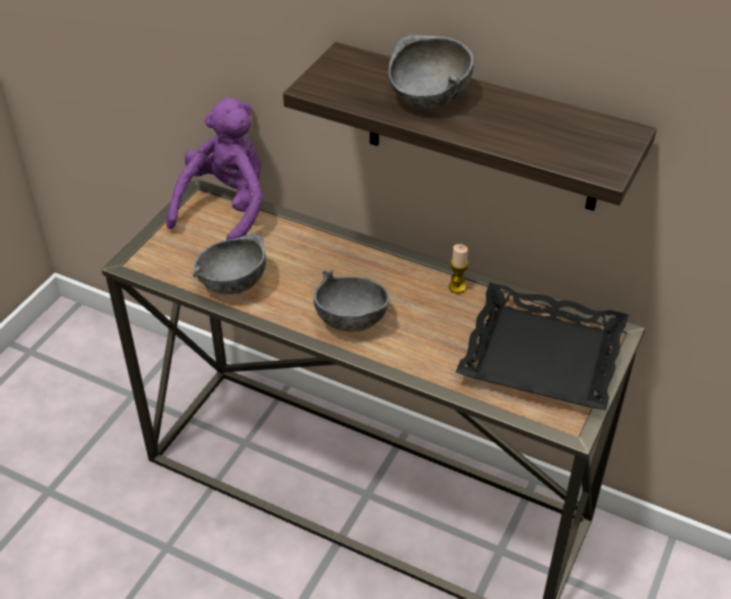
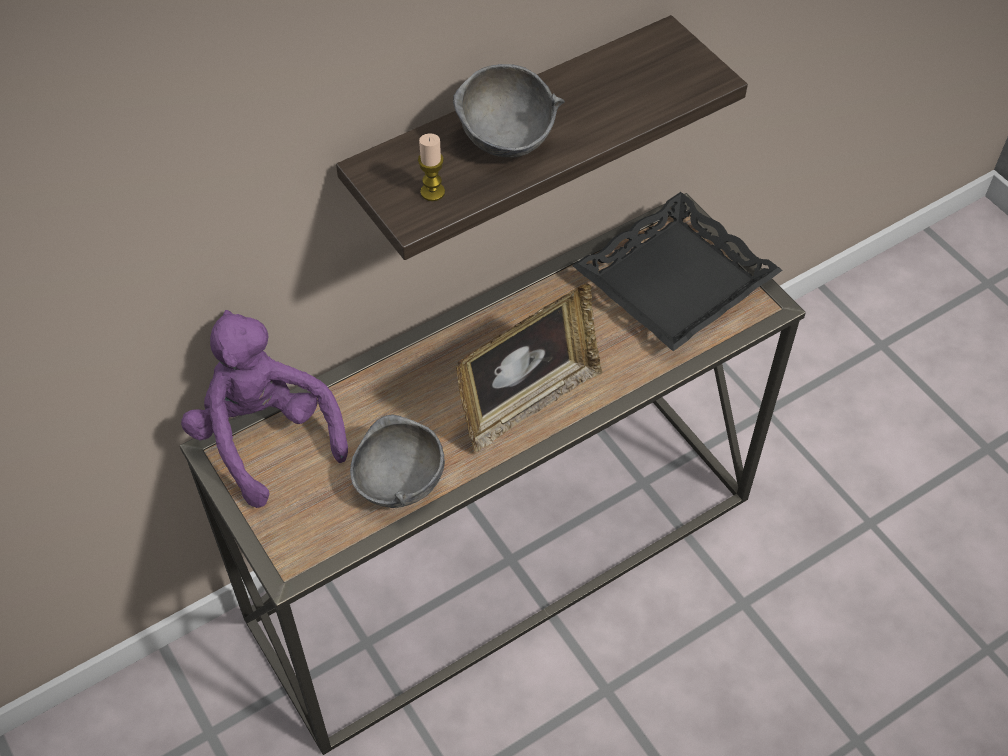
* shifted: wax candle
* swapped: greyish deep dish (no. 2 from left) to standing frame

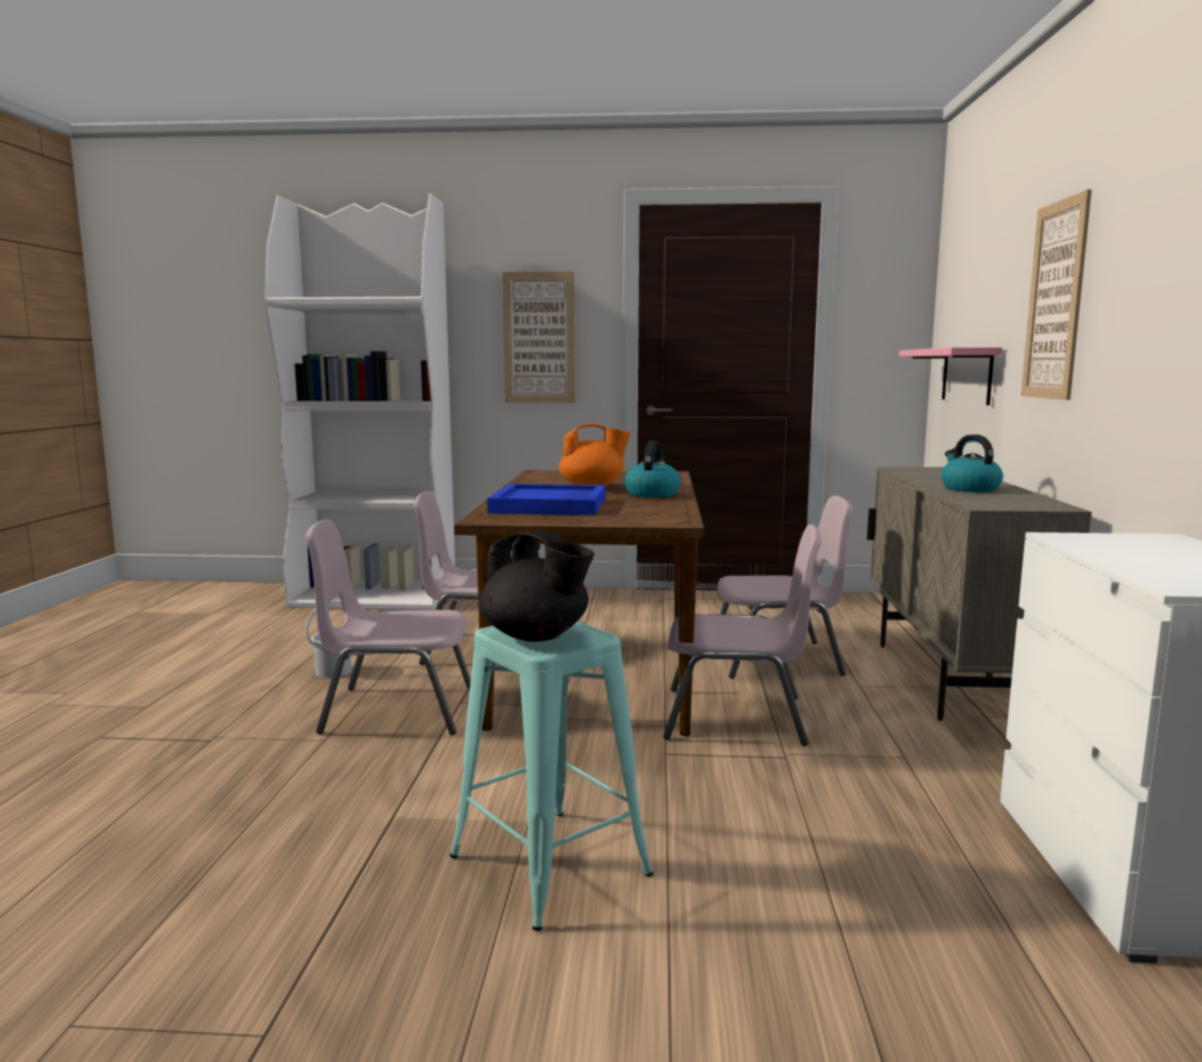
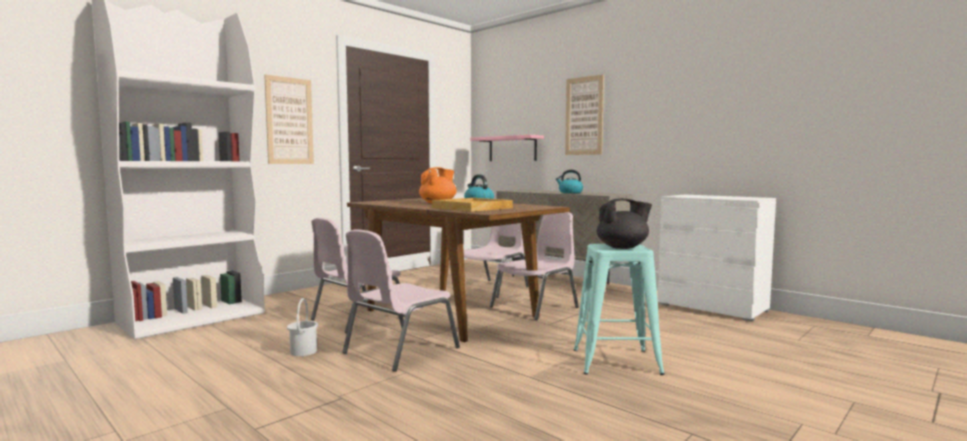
* repainted: blue-coloured serving tray to beige-coloured serving tray

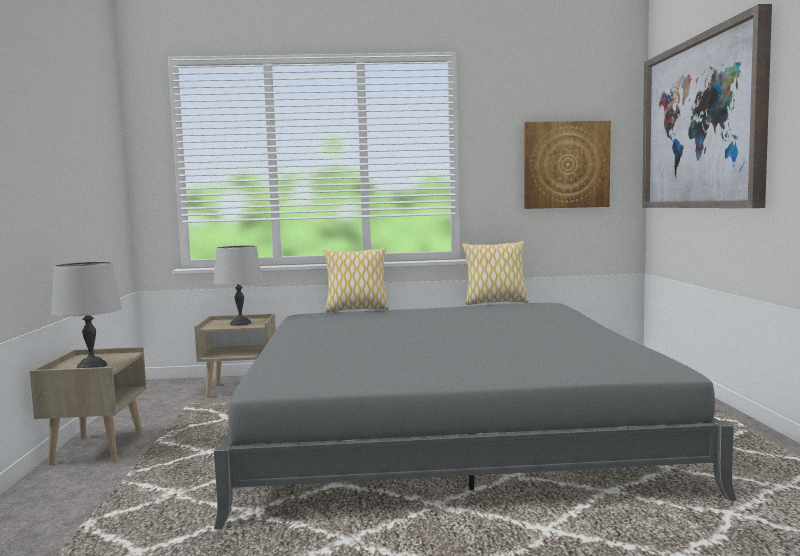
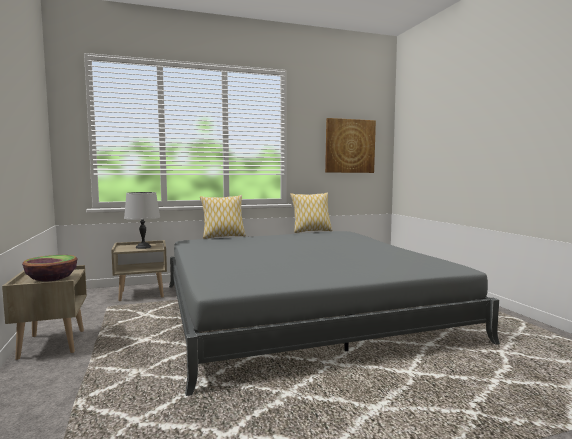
* gone: picture (no. 2 from left)
* swapped: greyish lamp for a table (no. 1 from left) to deep dish

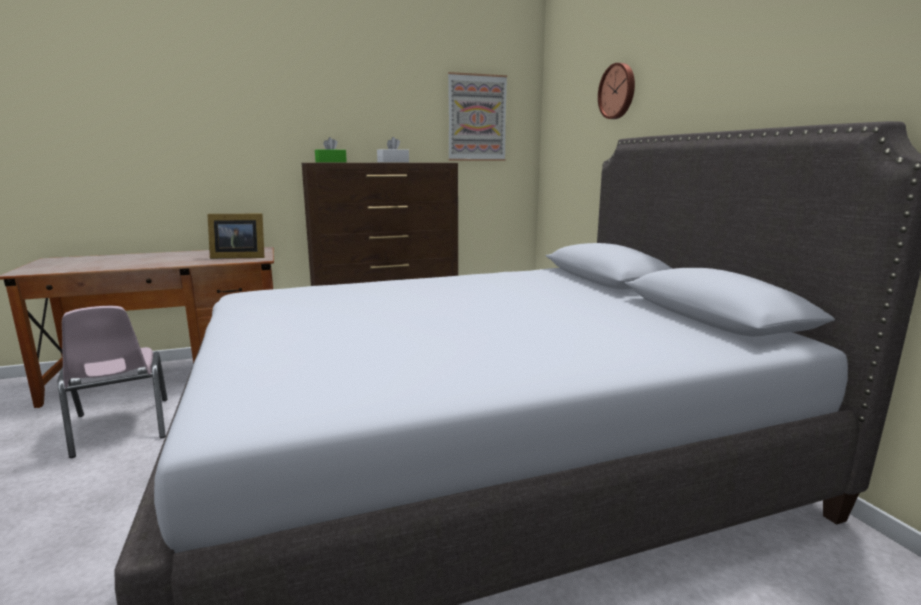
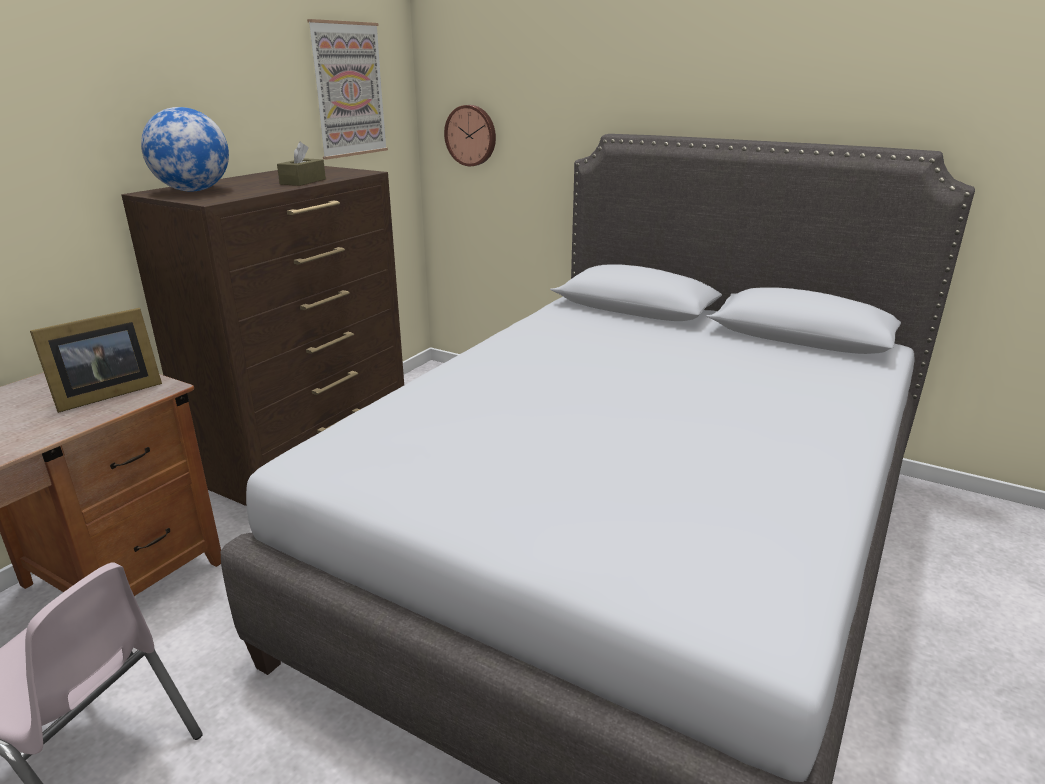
* shifted: hanging clock
* swapped: greenish tissue holder to globe
* repainted: white tissue holder to brown tissue holder

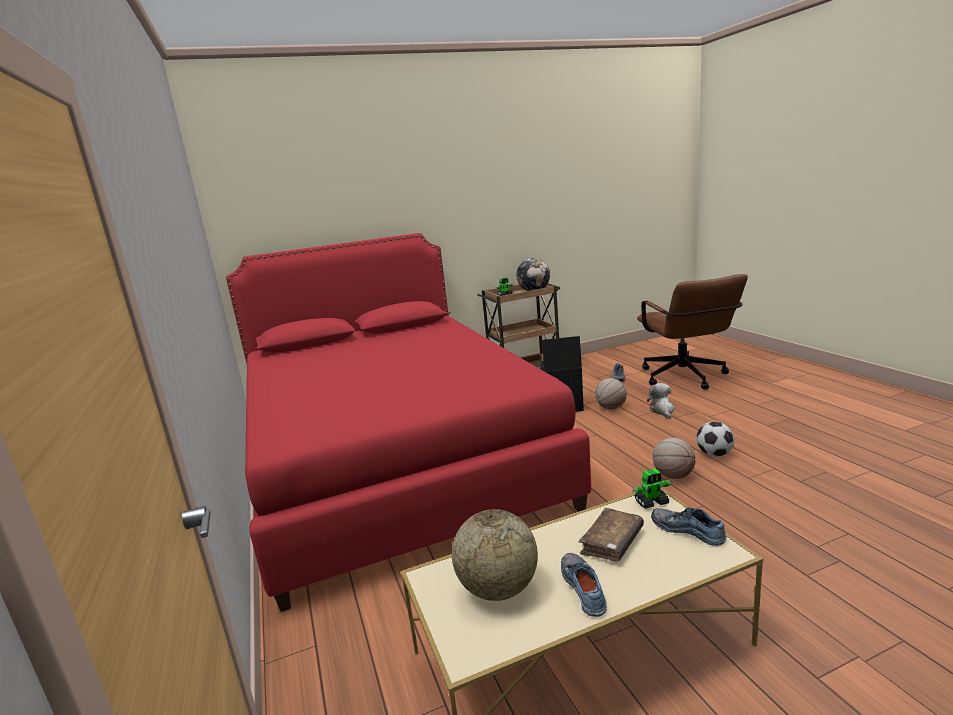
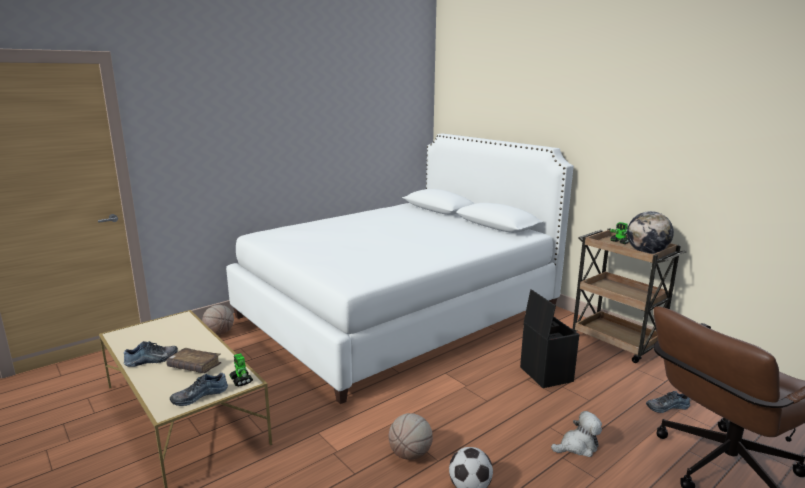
* repainted: red-coloured bedroom bed to white bedroom bed
* shifted: basketball (no. 1 from left)
* rotated: item of footwear (no. 3 from left in the first image) 150 degrees counterclockwise
* gone: globe (no. 1 from left)

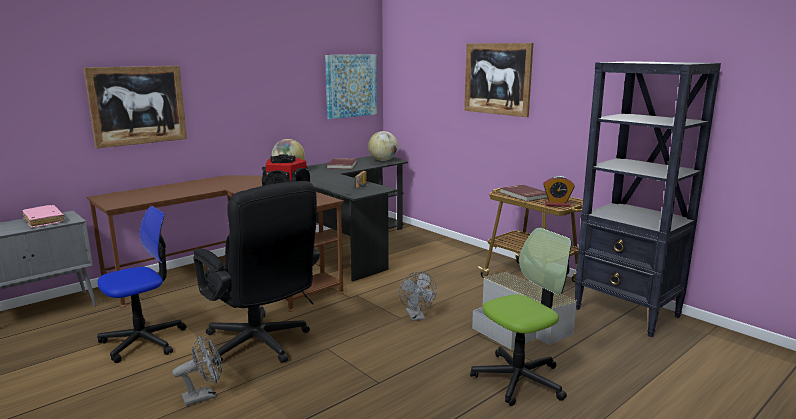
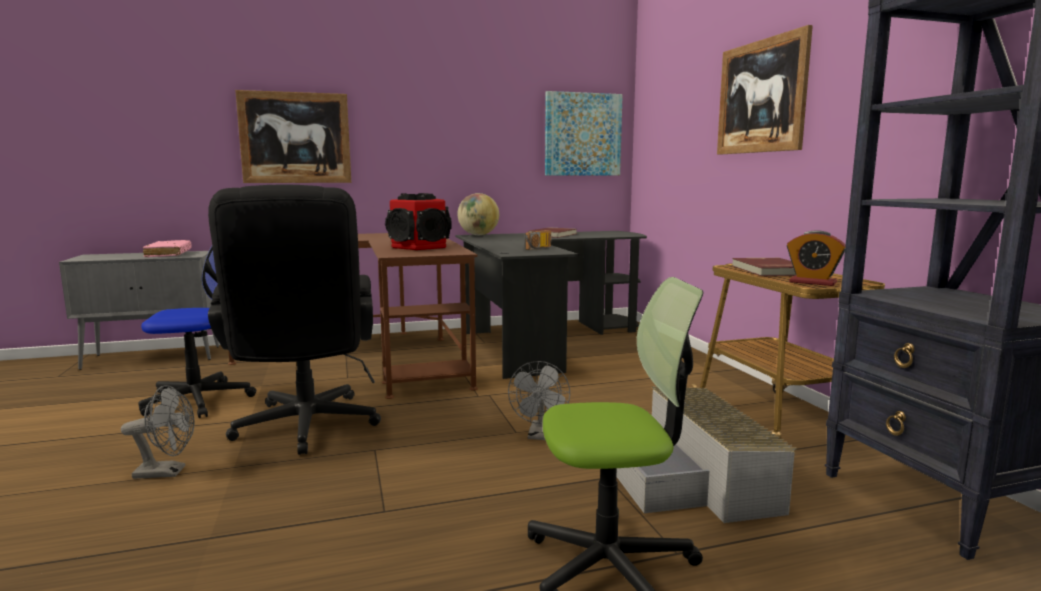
* gone: globe (no. 2 from left)

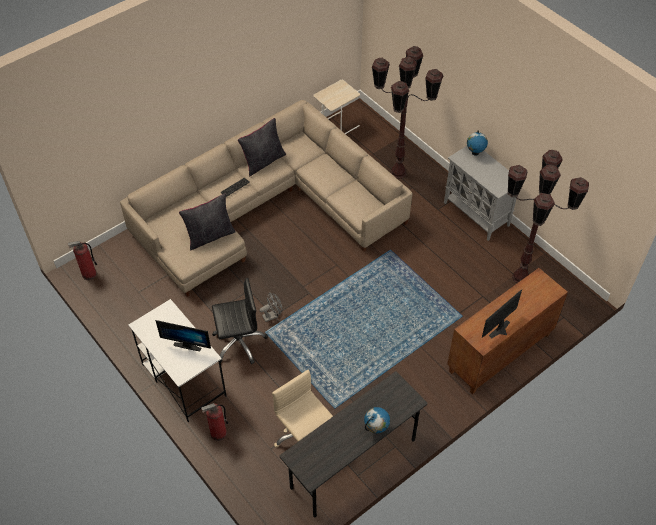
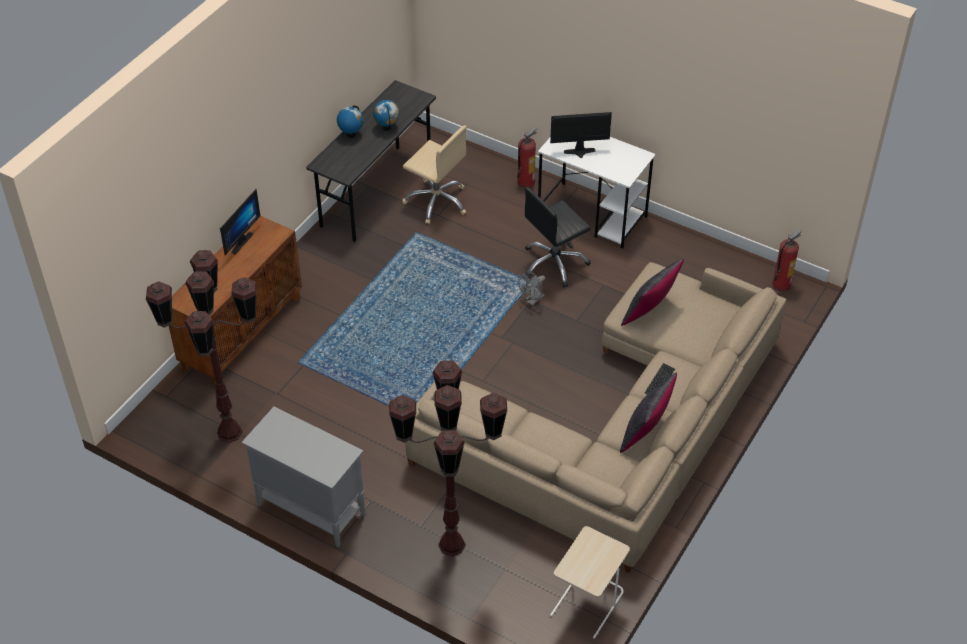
* shifted: globe (no. 2 from left)

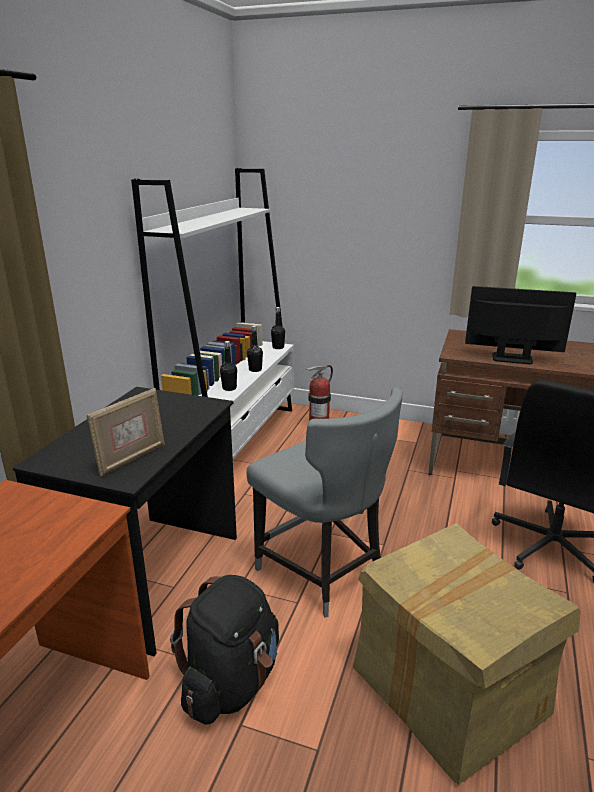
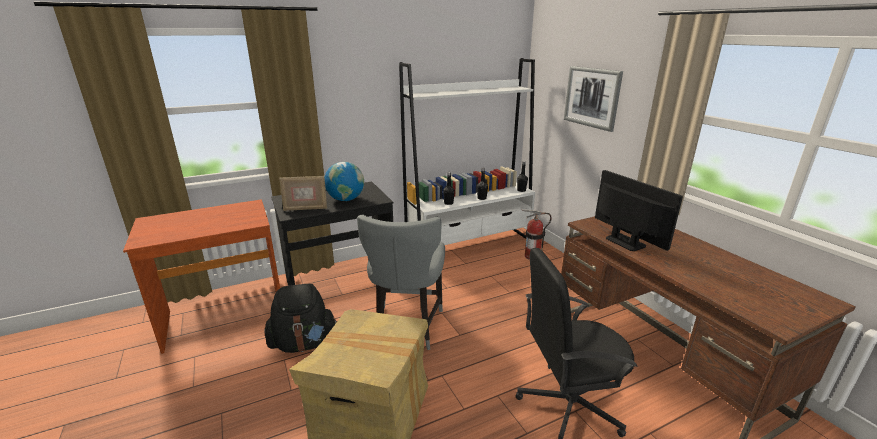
* new: picture
* new: globe

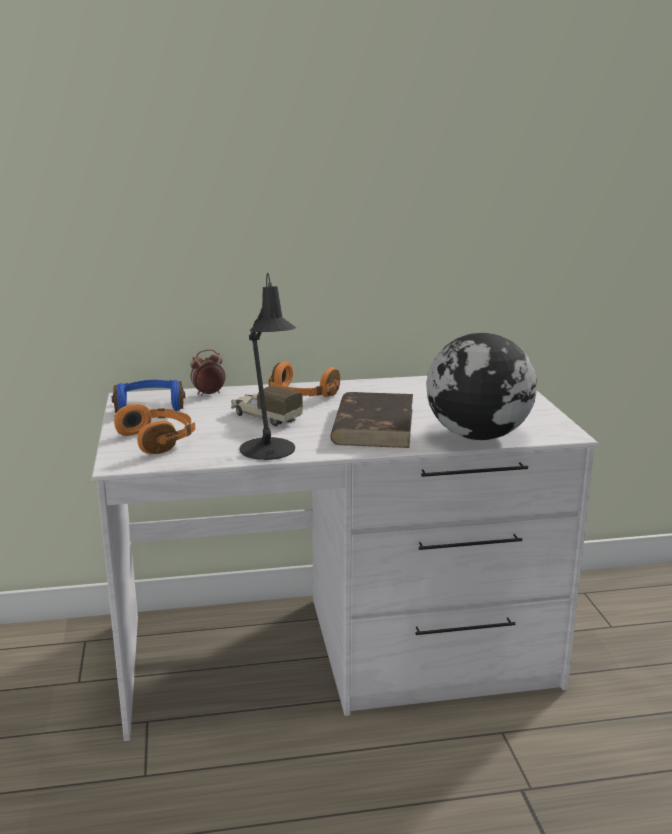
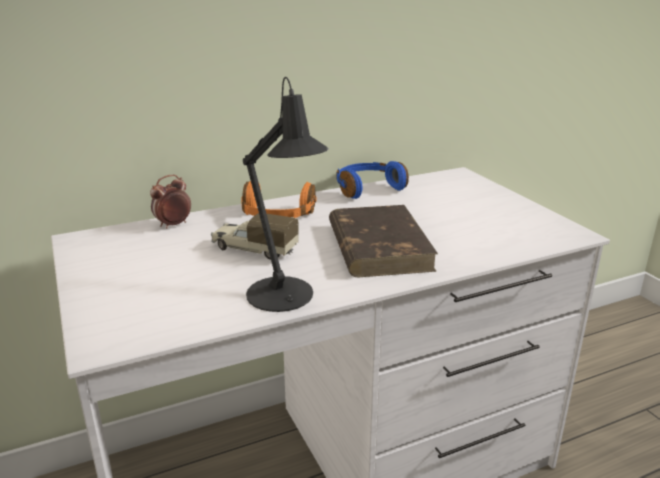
* gone: globe
* shifted: blue-coloured headset
* gone: orange-coloured headset (no. 1 from left)

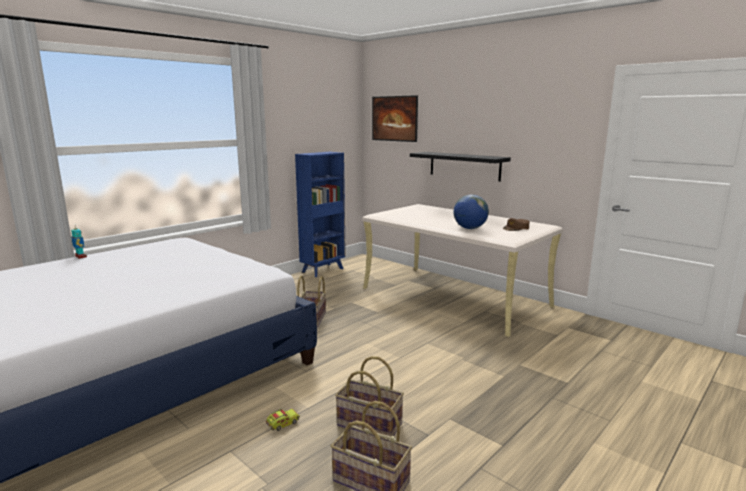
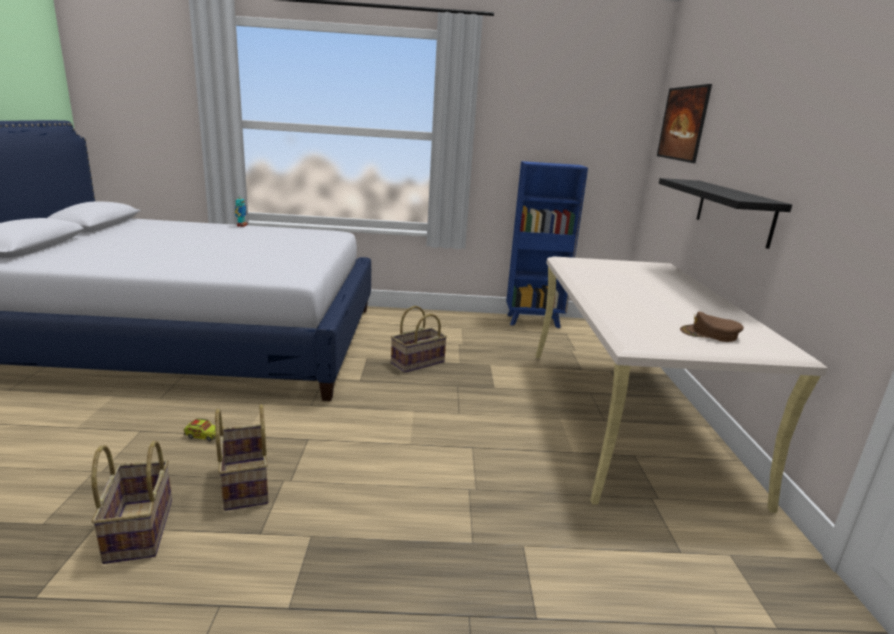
* gone: globe

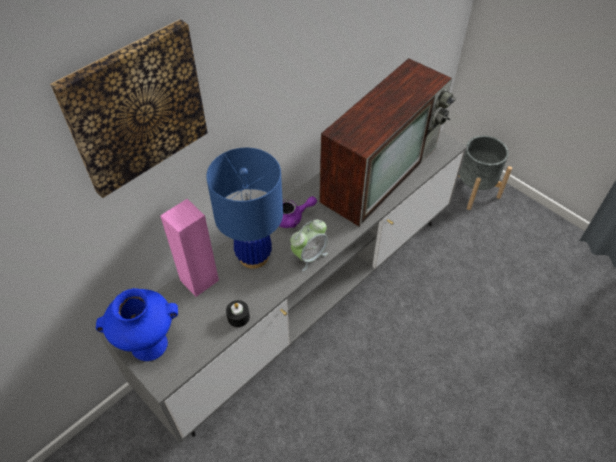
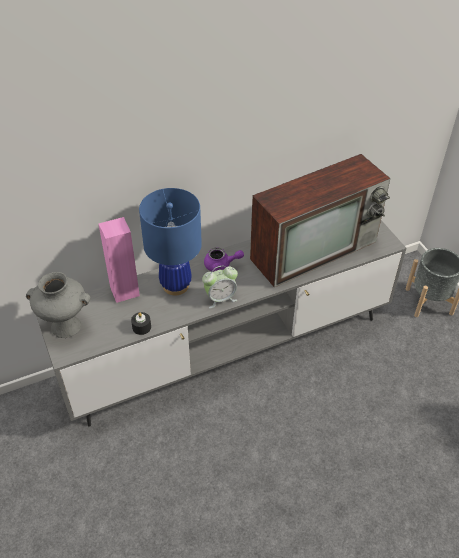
* gone: picture
* repainted: blue-coloured vase to greyish vase

